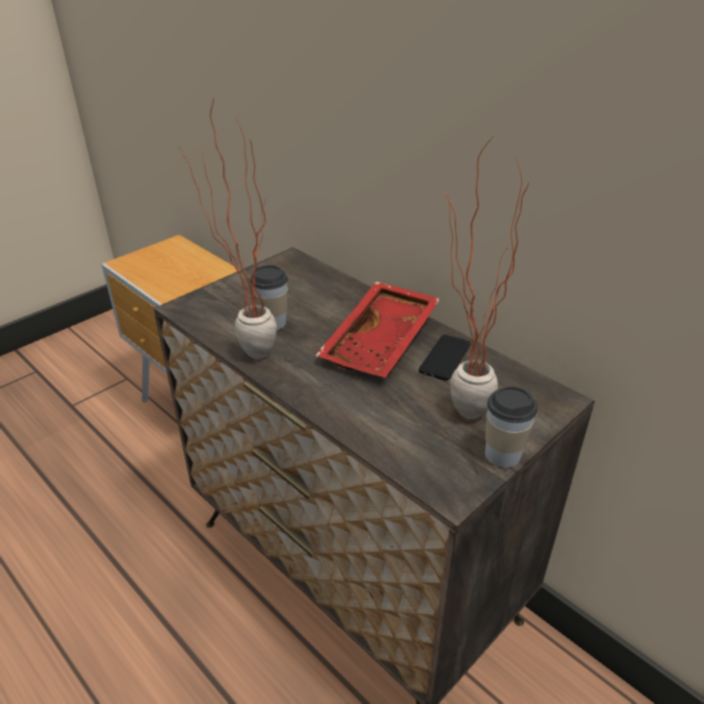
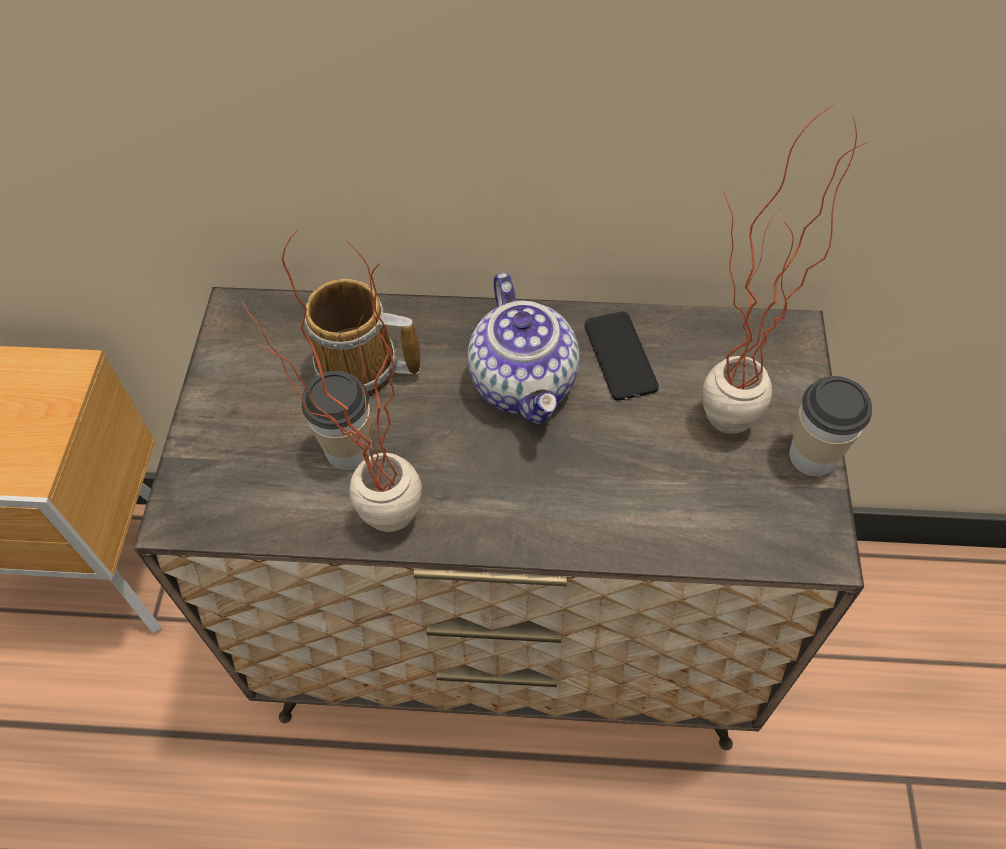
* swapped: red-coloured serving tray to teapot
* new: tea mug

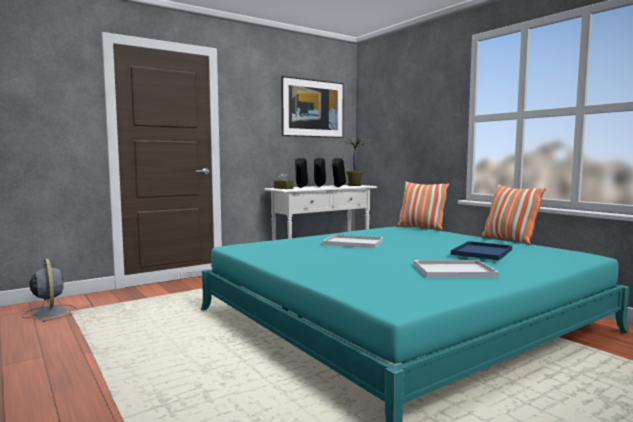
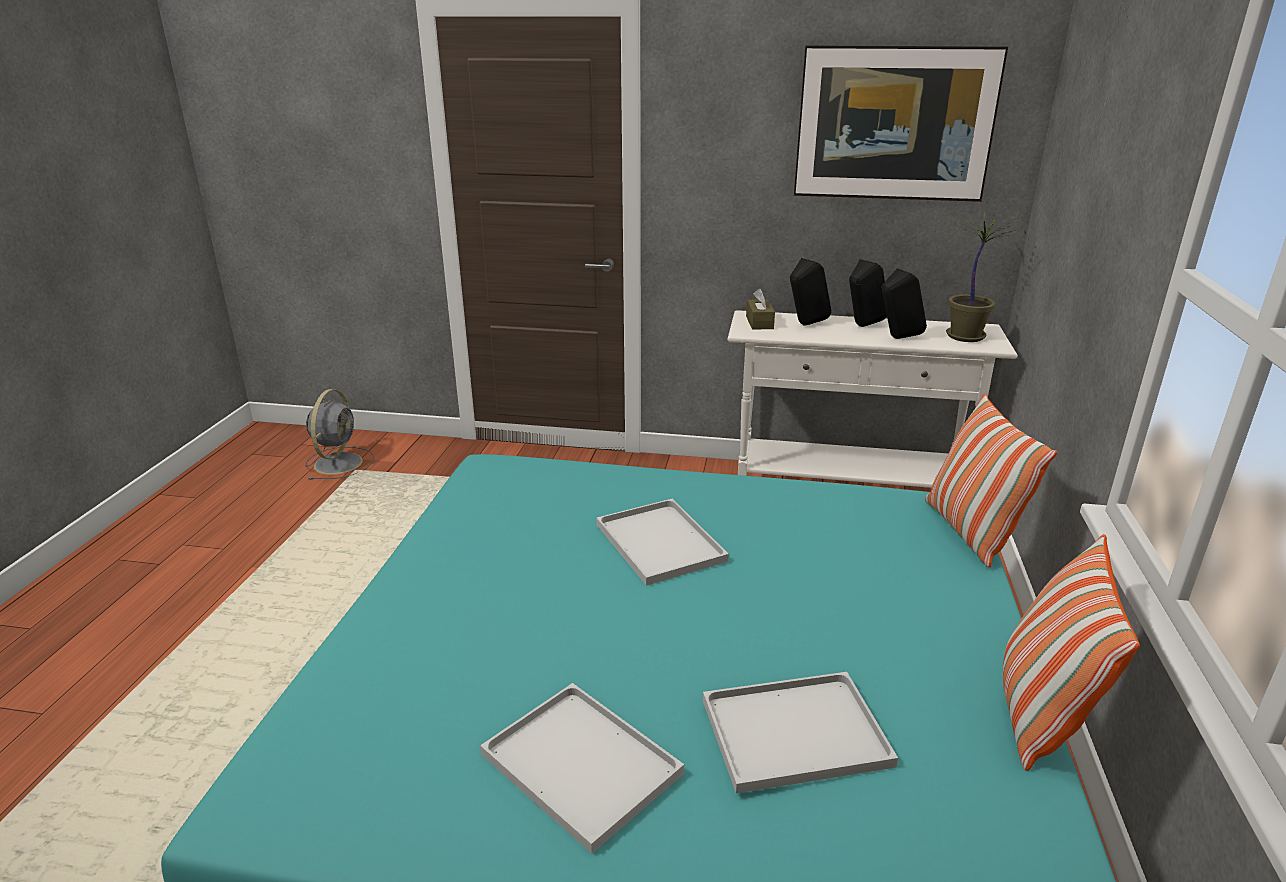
* repainted: blue-coloured serving tray to white serving tray (no. 3 from left)

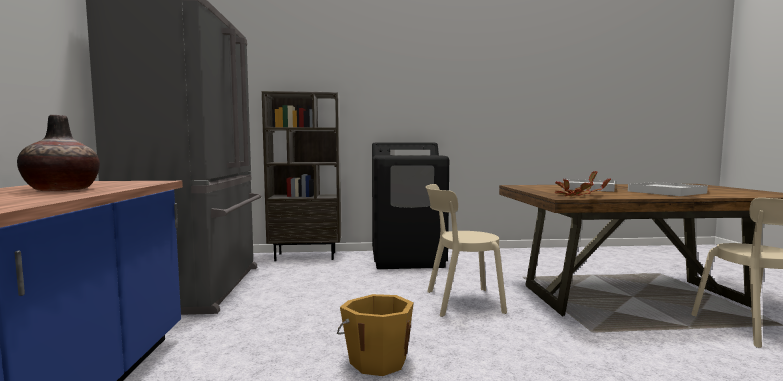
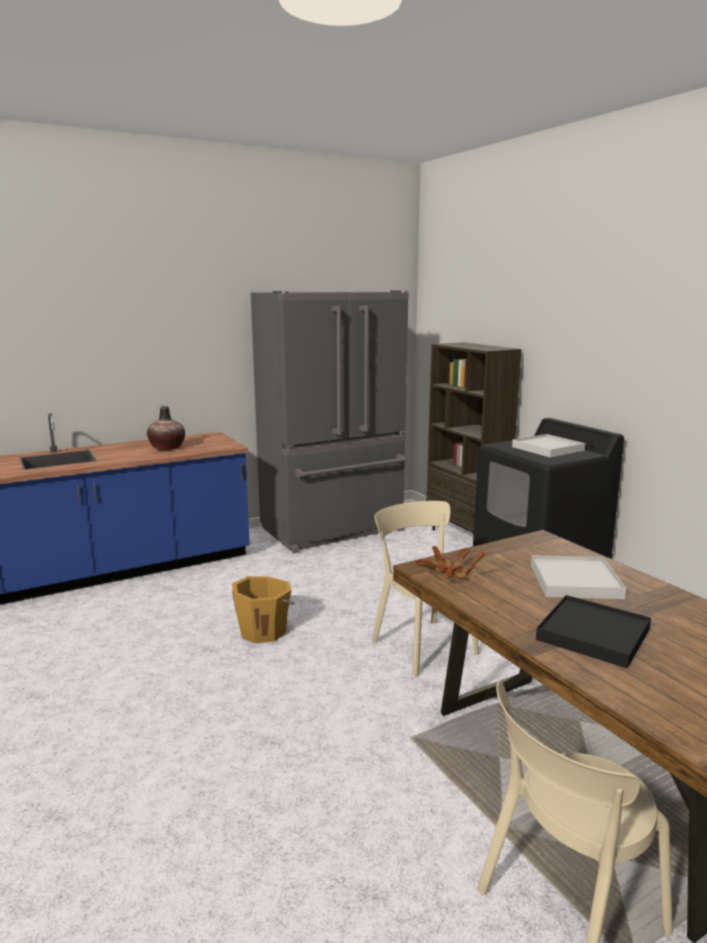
* repainted: white serving tray (no. 3 from left) to black-coloured serving tray

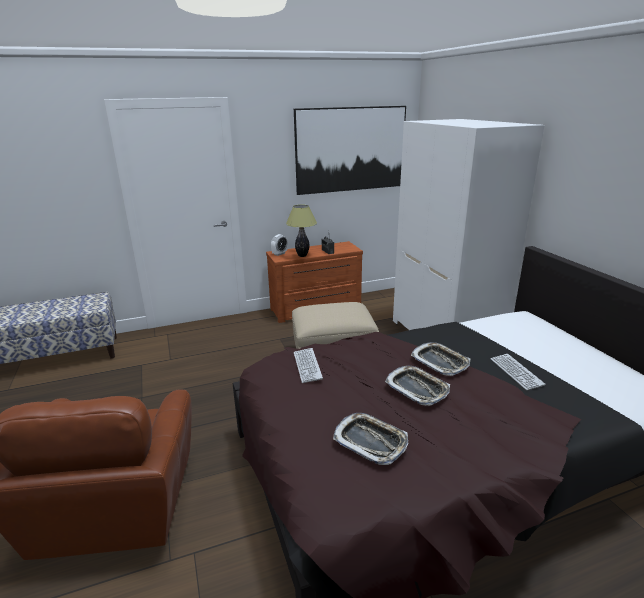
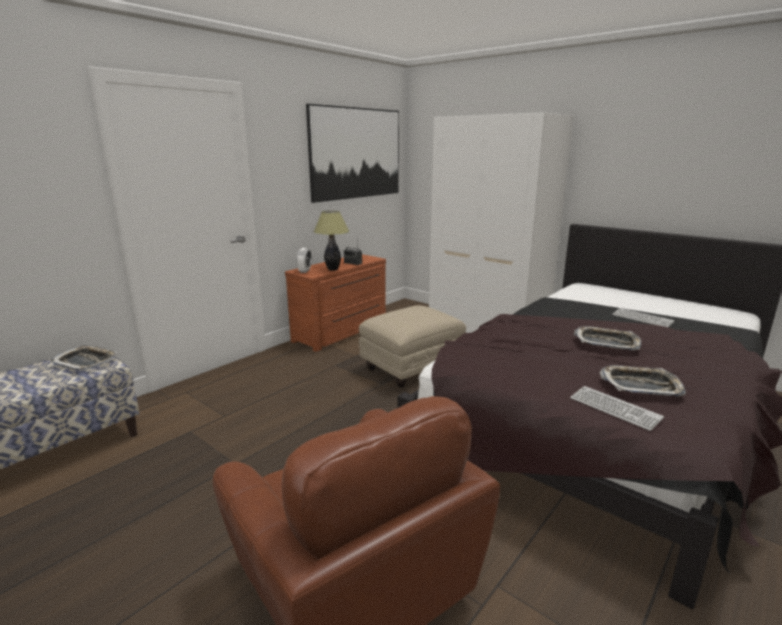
* shifted: serving tray (no. 3 from left in the first image) to serving tray (no. 1 from left)
* shifted: PC keyboard (no. 1 from left)

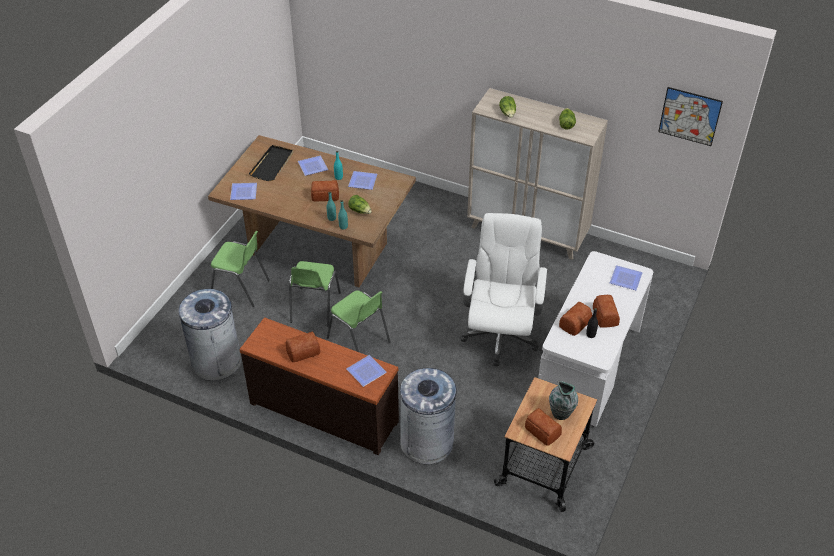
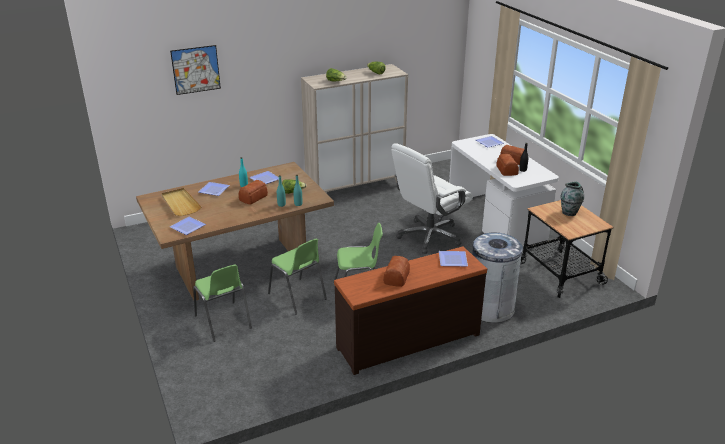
* shifted: picture
* repainted: black-coloured serving tray to beige-coloured serving tray
* rotated: white desk chair 90 degrees counterclockwise
* rotated: greenish chair (no. 1 from left) 90 degrees clockwise
* gone: greyish waste bin (no. 1 from left)
* gone: bakery bread (no. 3 from left)

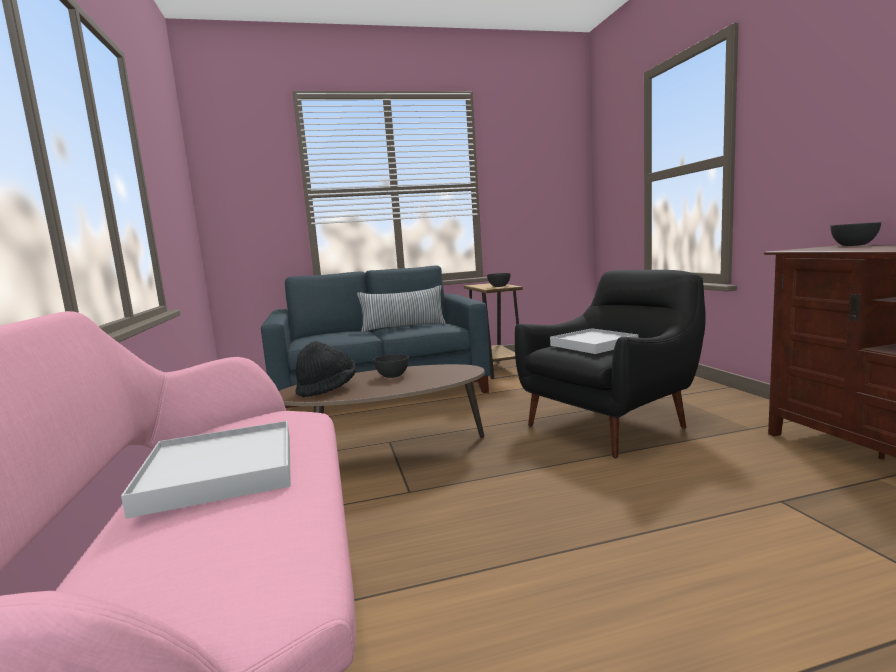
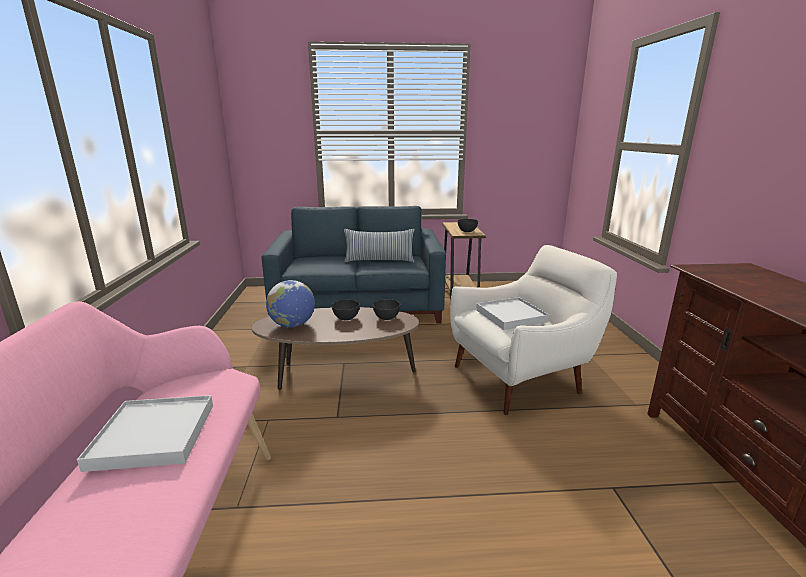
* shifted: greyish deep dish (no. 3 from left in the first image) to greyish deep dish (no. 2 from left)
* repainted: black-coloured armchair to white armchair
* swapped: black-coloured clothing hat to globe

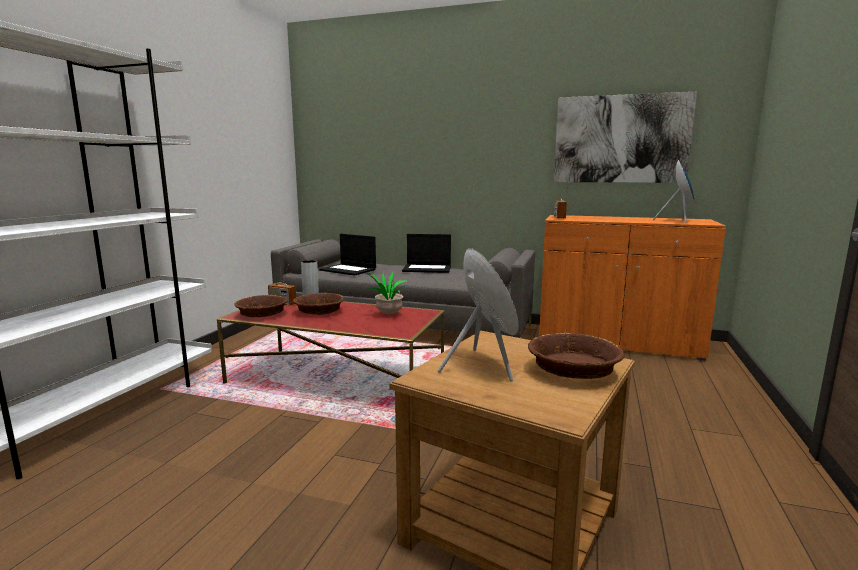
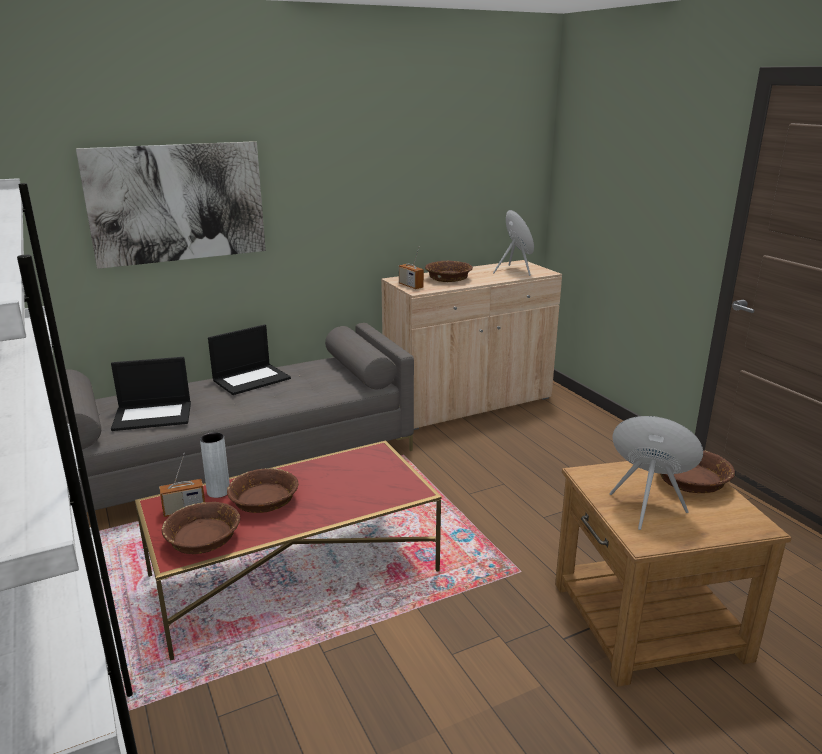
* shifted: picture
* repainted: orange-coloured cupboard to beige-coloured cupboard
* gone: potted plant
* new: brown deep dish (no. 3 from left)

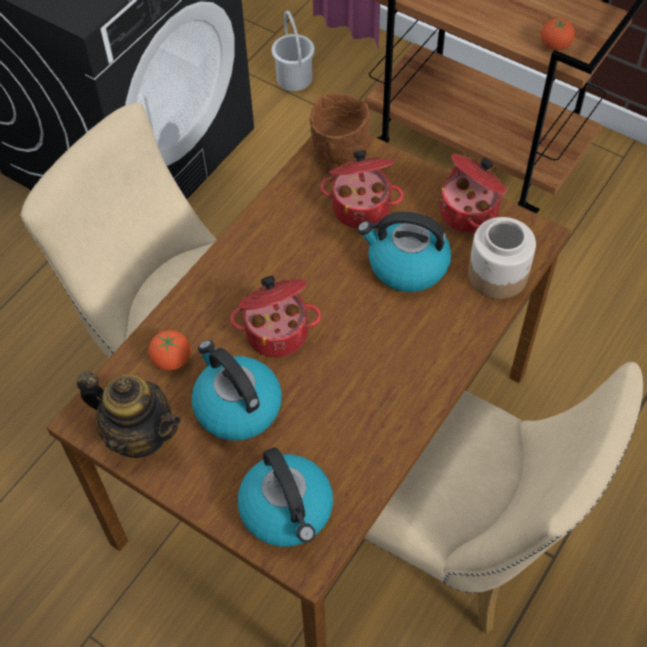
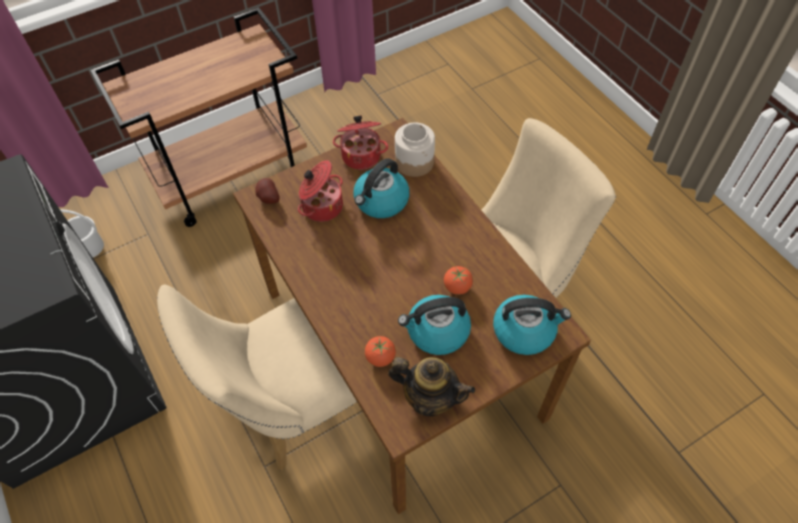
* shifted: tomato (no. 2 from left)
* swapped: brown deep dish to potato
* gone: saucepot (no. 1 from left)
* rotated: teapot 60 degrees clockwise

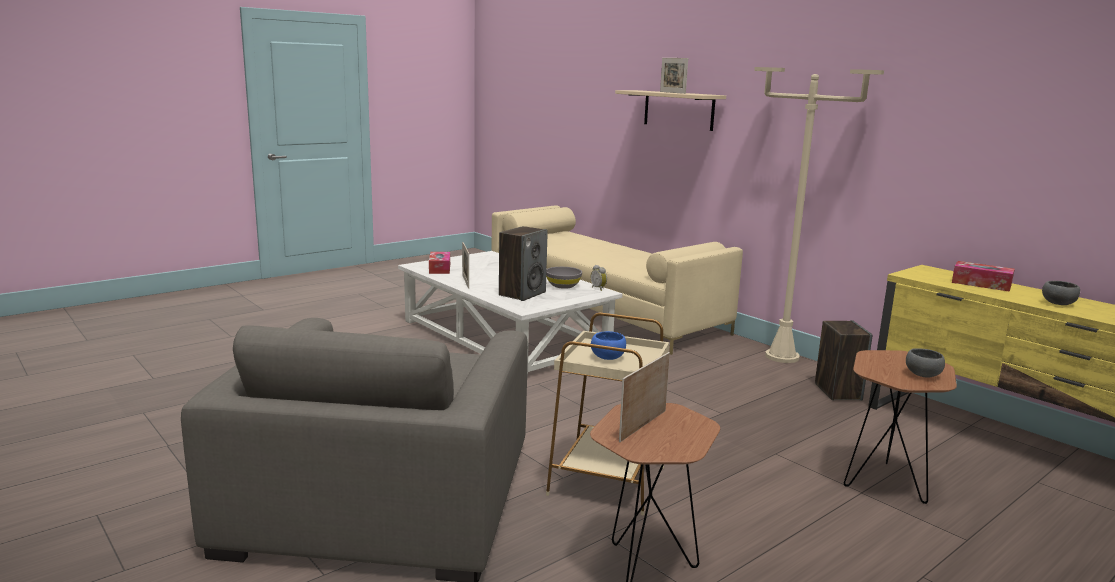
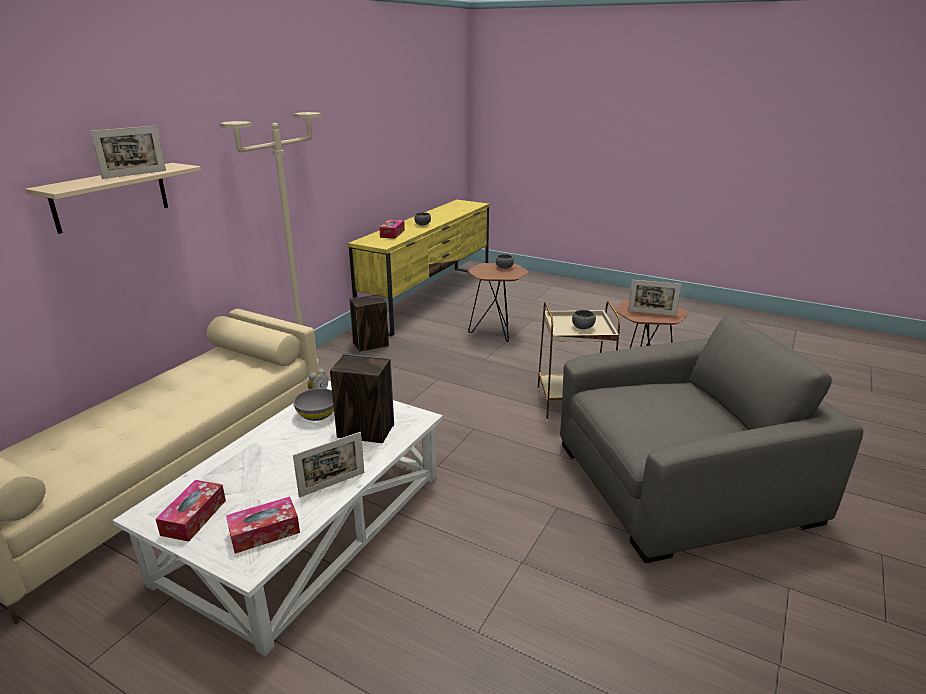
* repainted: blue-coloured deep dish to greyish deep dish (no. 4 from left)
* new: tissue holder (no. 1 from left)

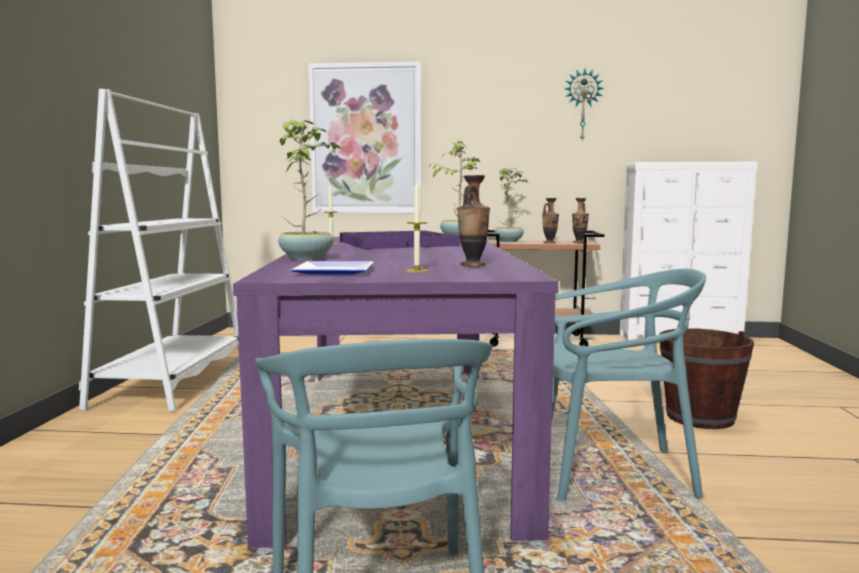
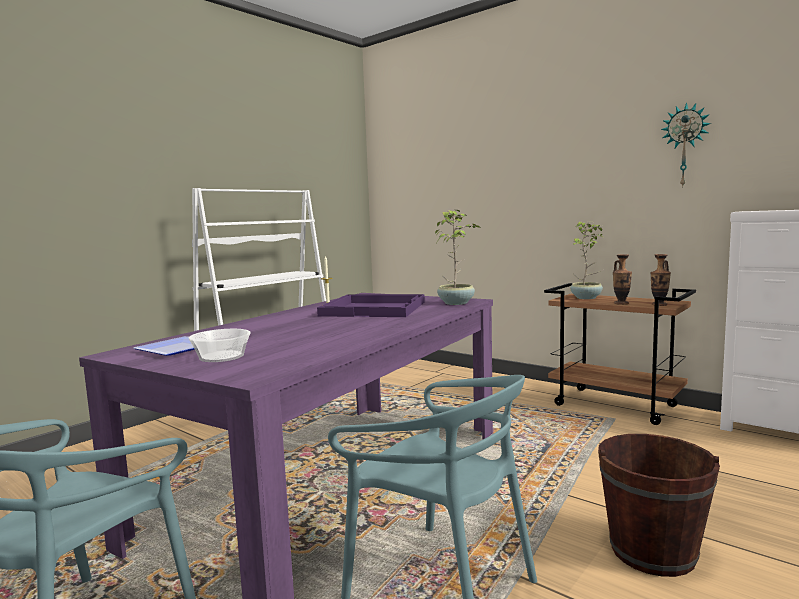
* gone: picture
* gone: potted plant (no. 1 from left)
* gone: vase (no. 1 from left)
* swapped: wax candle (no. 2 from left) to deep dish

